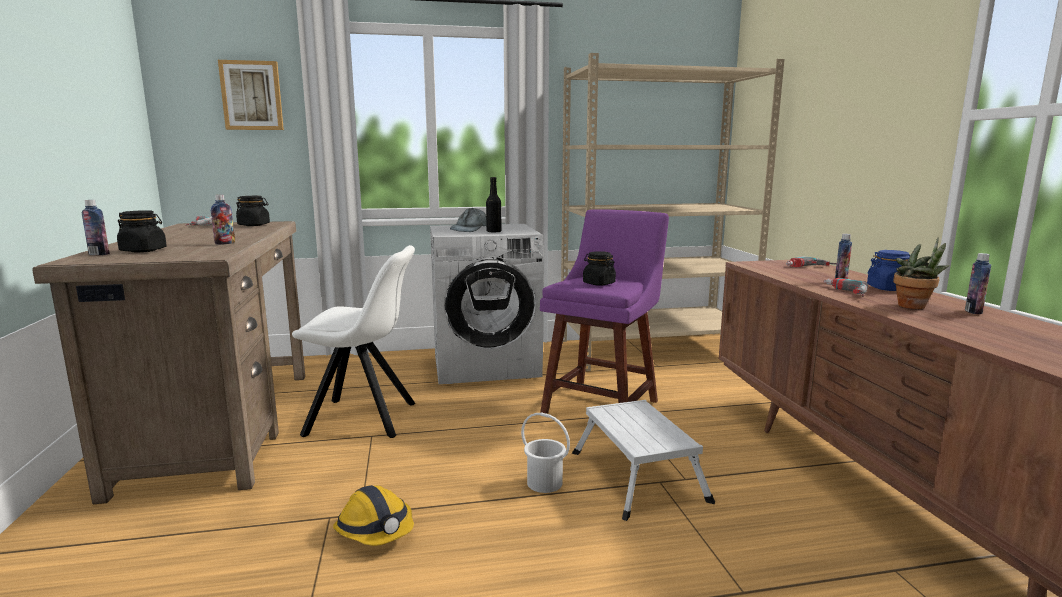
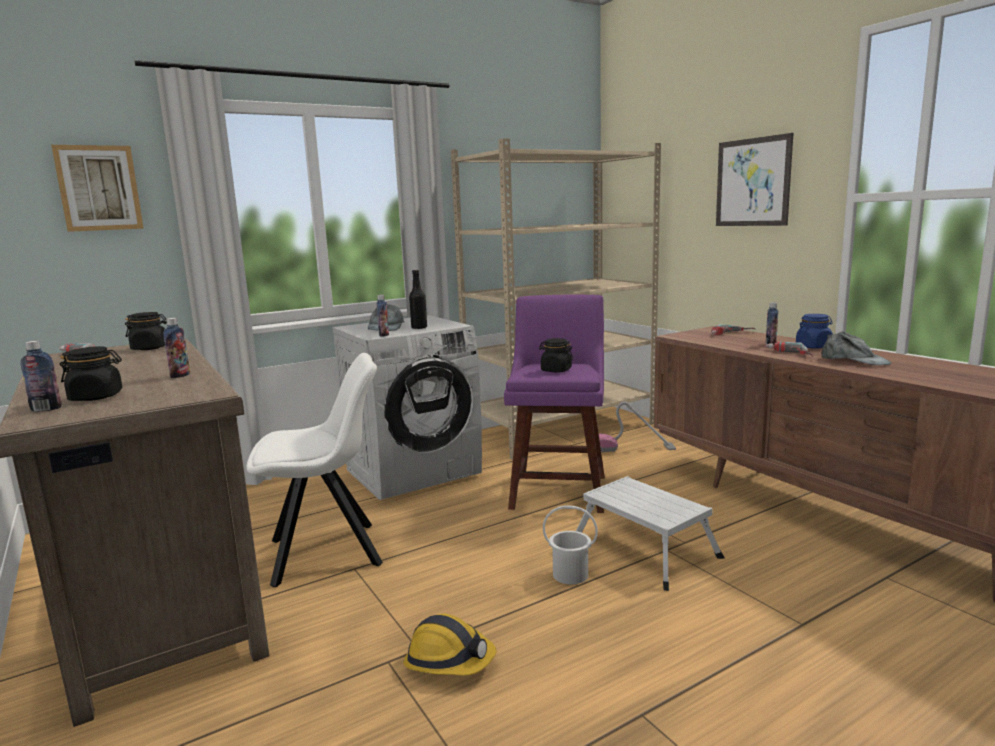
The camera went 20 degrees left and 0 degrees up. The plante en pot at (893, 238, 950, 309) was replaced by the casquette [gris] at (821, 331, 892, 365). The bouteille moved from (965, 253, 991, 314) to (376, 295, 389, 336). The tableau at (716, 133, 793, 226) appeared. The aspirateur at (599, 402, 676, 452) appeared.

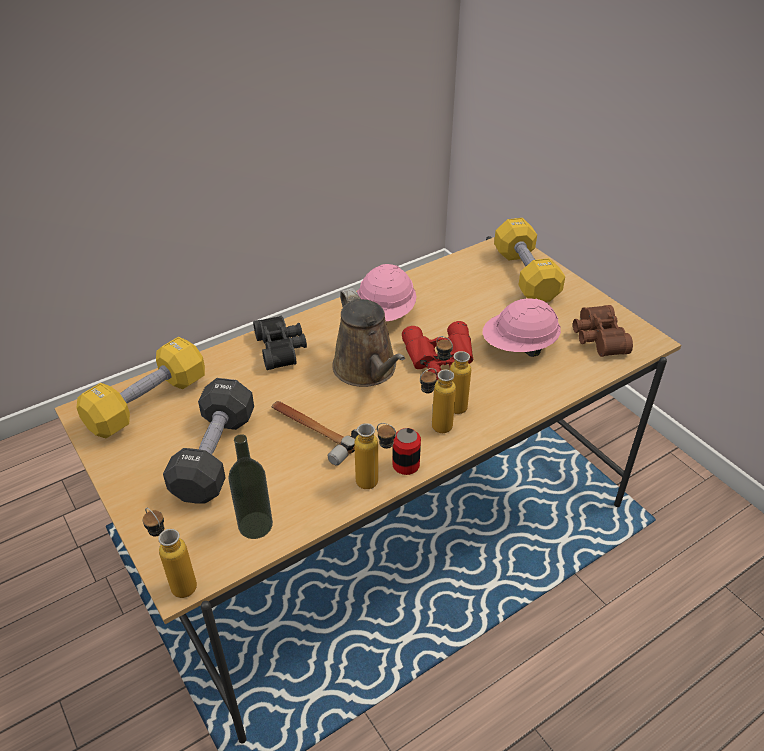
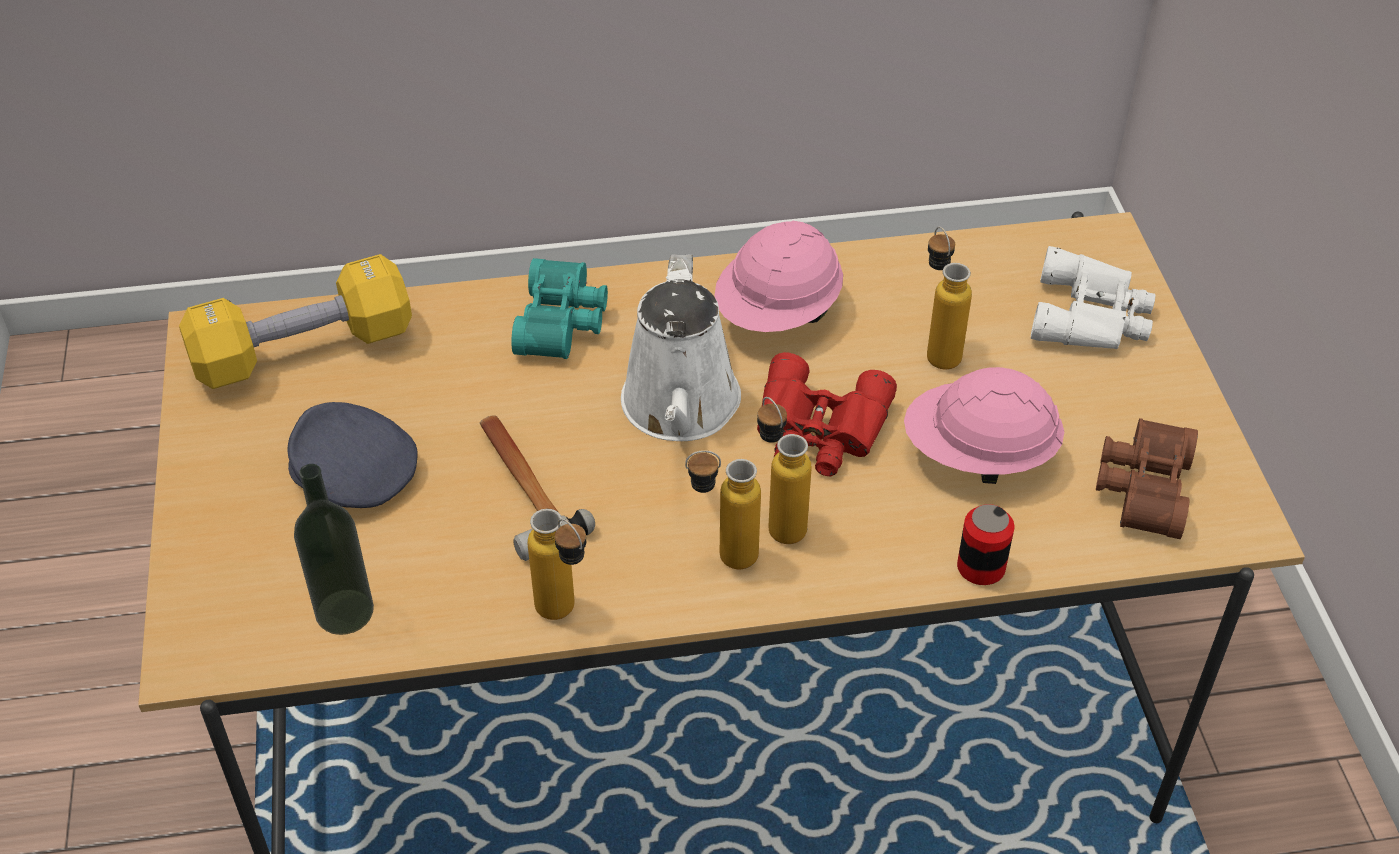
The camera went 25 degrees right and 5 degrees up. The haltère [jaune] at (494, 218, 565, 302) was replaced by the jumelles [blanc] at (1031, 246, 1156, 349). The arrosoir [marron] at (332, 288, 405, 387) became the arrosoir [blanc] at (621, 254, 741, 441). The jumelles [noir] at (253, 316, 307, 370) became the jumelles [turquoise] at (511, 258, 608, 359). The haltère [noir] at (163, 378, 254, 504) was replaced by the casquette [gris] at (288, 402, 417, 508). The boîte métallique moved from (393, 428, 421, 475) to (957, 504, 1014, 585). The bouteille moved from (143, 508, 197, 598) to (927, 227, 972, 369).

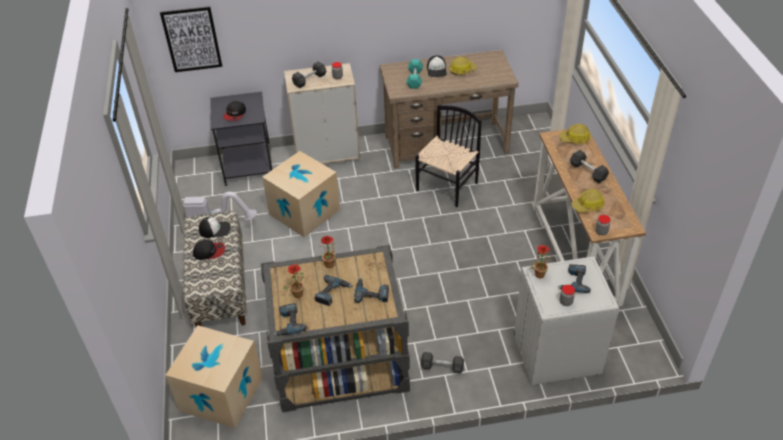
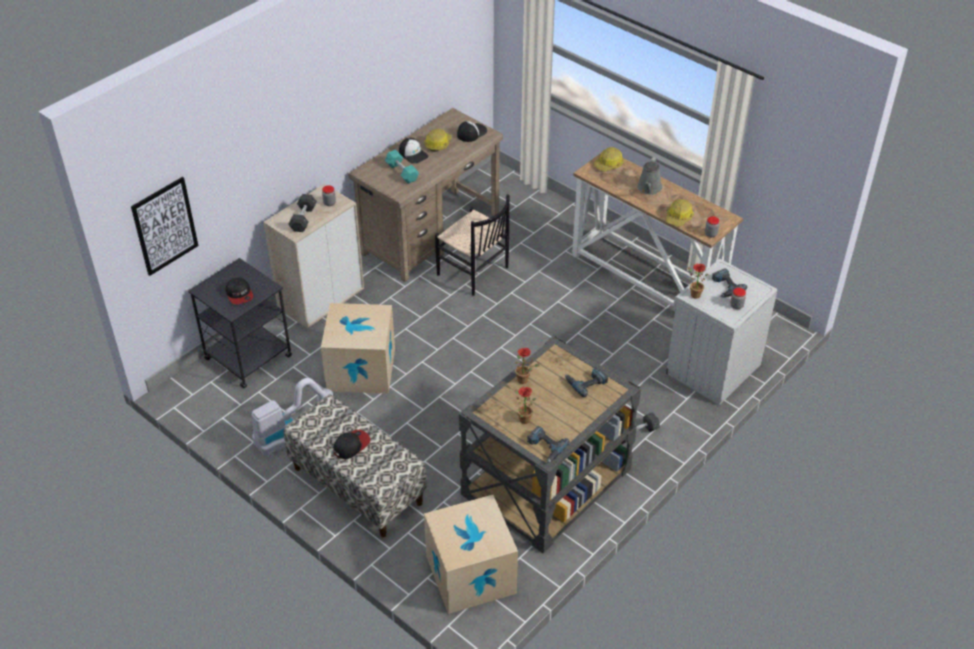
The camera went 40 degrees left and 0 degrees up. The chaise [noir] at (415, 104, 482, 207) turned 135 degrees clockwise. The haltère [gris] at (570, 150, 609, 183) was replaced by the arrosoir [gris] at (637, 157, 662, 195). The casquette moved from (199, 217, 231, 238) to (457, 121, 487, 142). The perceuse at (315, 275, 353, 306) disappeared.

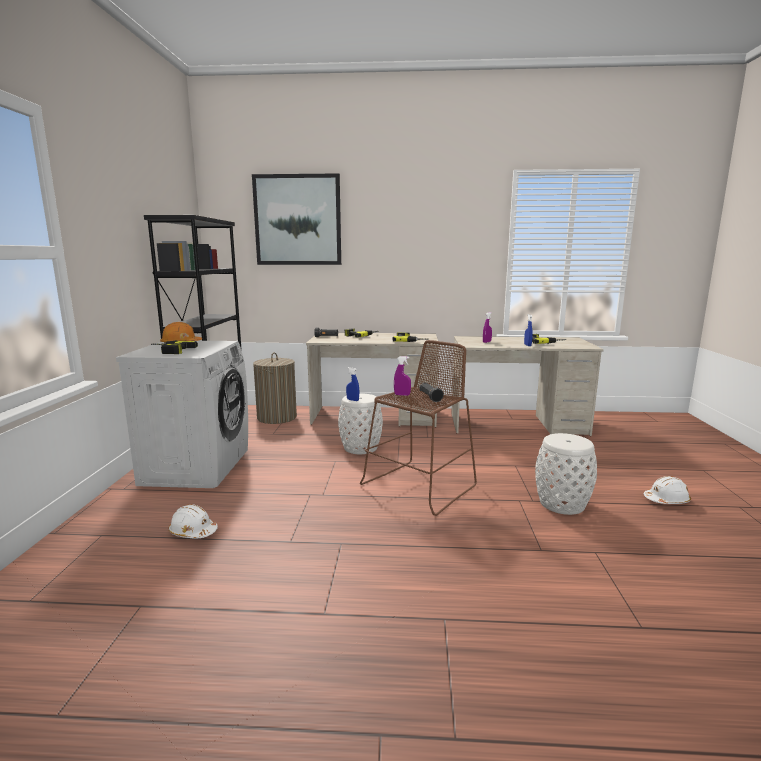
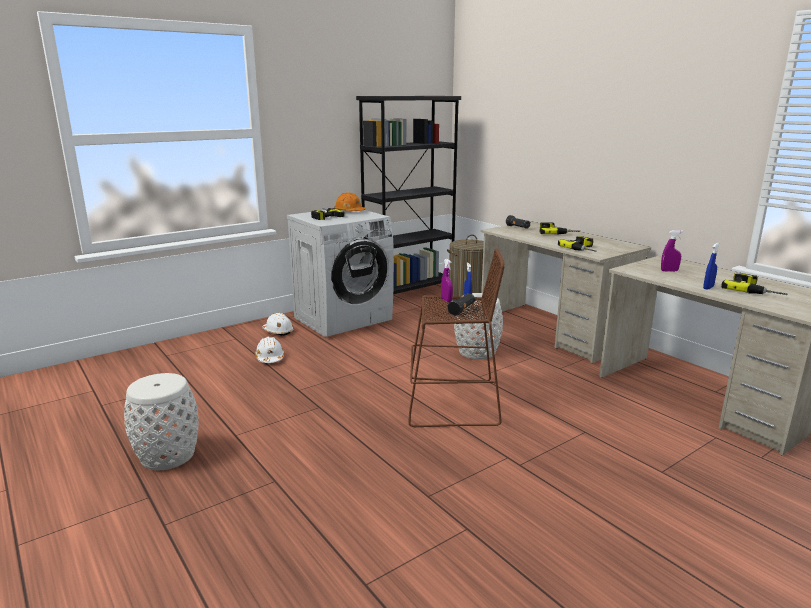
The camera went 50 degrees right and 5 degrees up. The tableau at (252, 173, 341, 265) disappeared. The tabouret [blanc] moved from (535, 433, 597, 515) to (124, 373, 199, 470). The casque de chantier [blanc] moved from (644, 476, 691, 504) to (262, 313, 294, 336).

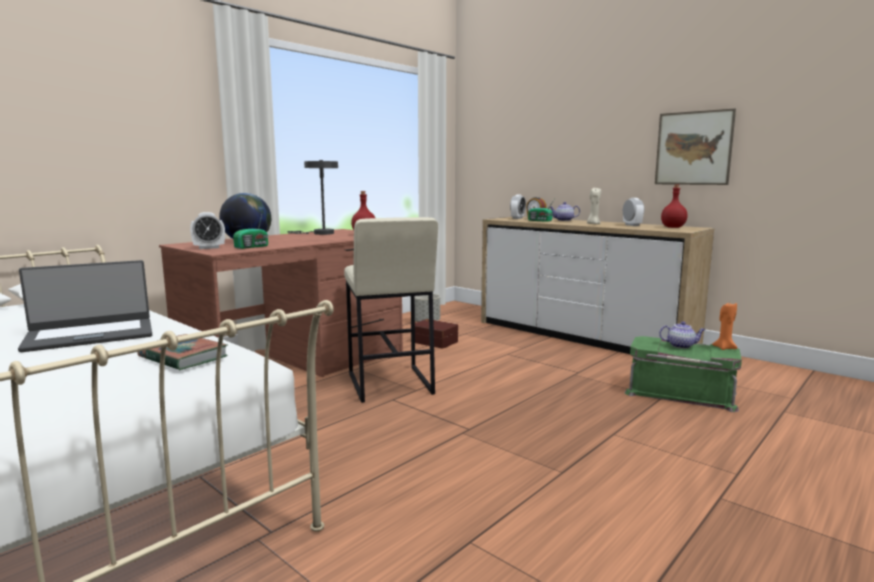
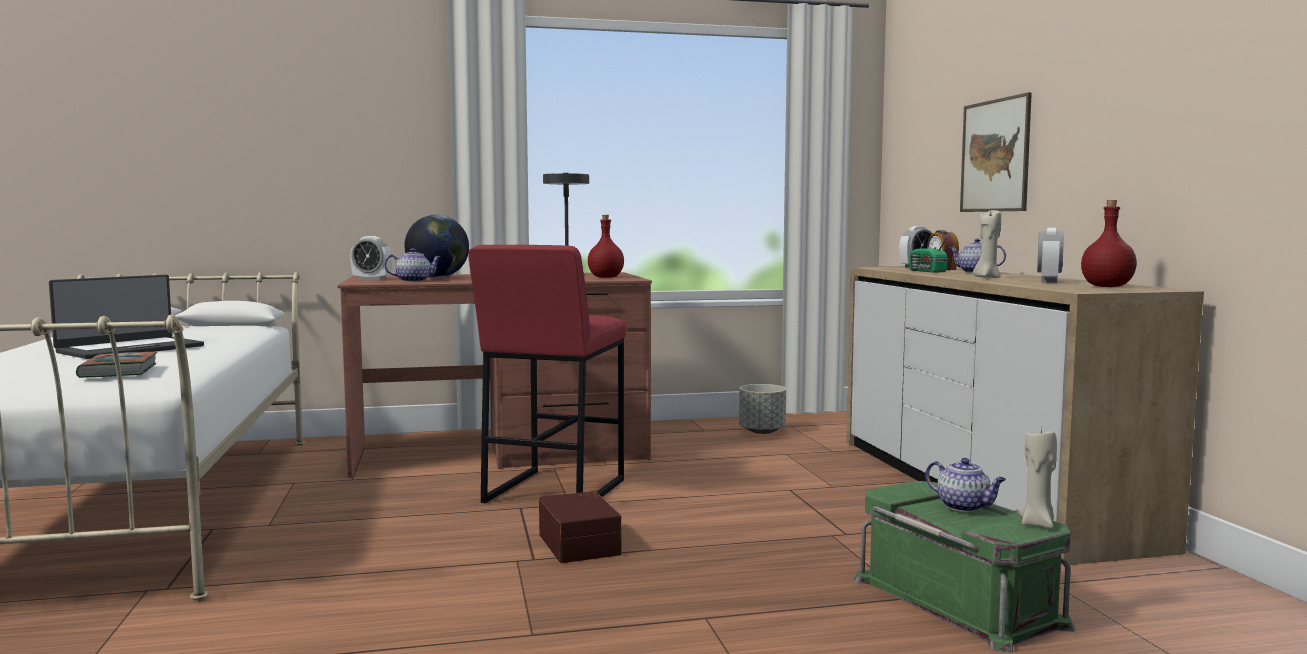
The camera went 35 degrees right and 5 degrees down. The tableau moved from (655, 108, 736, 185) to (960, 92, 1032, 212). The radio at (233, 215, 268, 249) was replaced by the théière at (384, 248, 441, 282). The tabouret [beige] at (344, 217, 438, 403) became the tabouret [rouge] at (468, 245, 626, 503). The ordinateur portable at (18, 260, 152, 352) turned 60 degrees counterclockwise. The bougie [orange] at (712, 303, 737, 350) became the bougie [beige] at (1019, 427, 1057, 529). The boîte de rangement [marron] moved from (415, 319, 458, 349) to (539, 491, 621, 563).

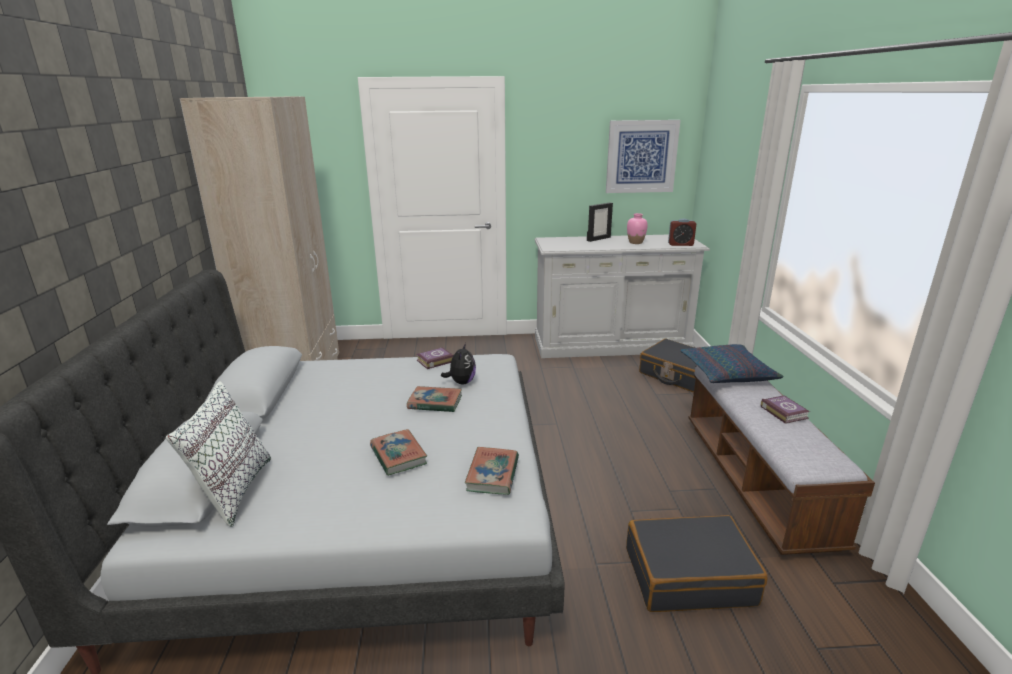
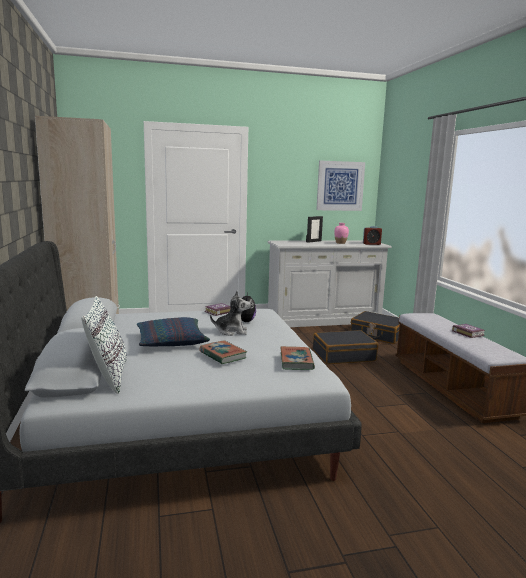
The camera went 10 degrees left and 10 degrees down. The coussin [bleu] moved from (680, 344, 783, 383) to (137, 317, 210, 346). The livre at (407, 386, 462, 412) was replaced by the peluche at (210, 291, 251, 336). The valise [noir] moved from (626, 515, 768, 612) to (313, 330, 378, 364).

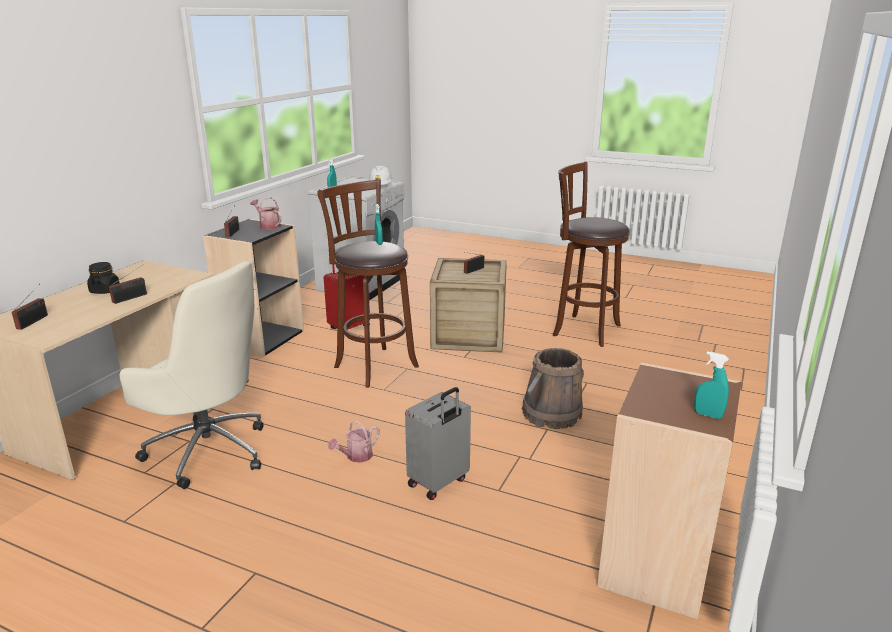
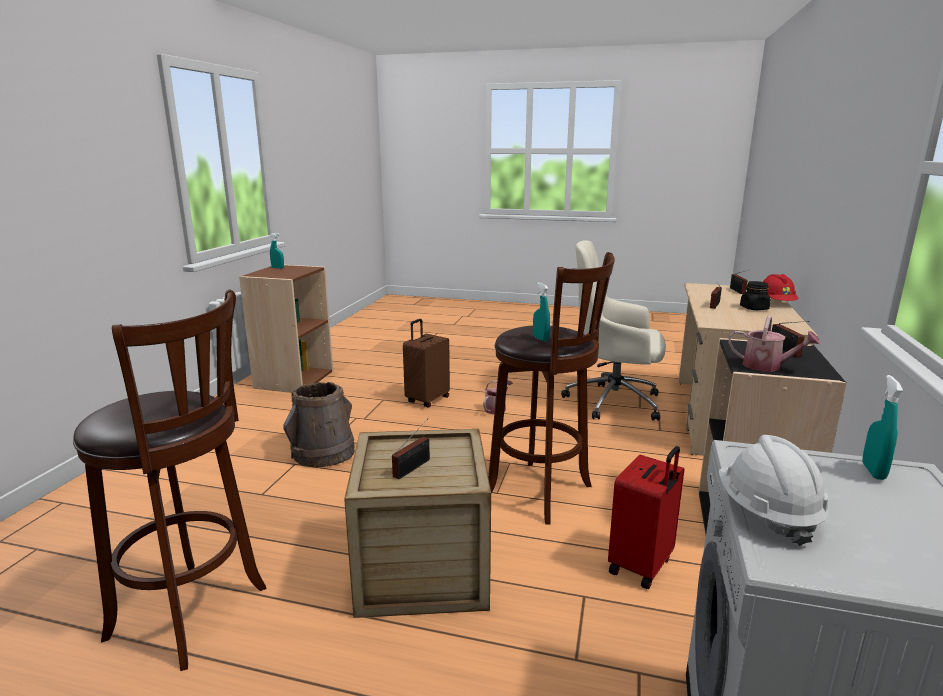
The camera went 170 degrees right and 5 degrees down. The valise [gris] at (405, 387, 471, 500) became the valise [marron] at (403, 319, 450, 407). The casque de chantier [rouge] at (763, 274, 799, 301) appeared.

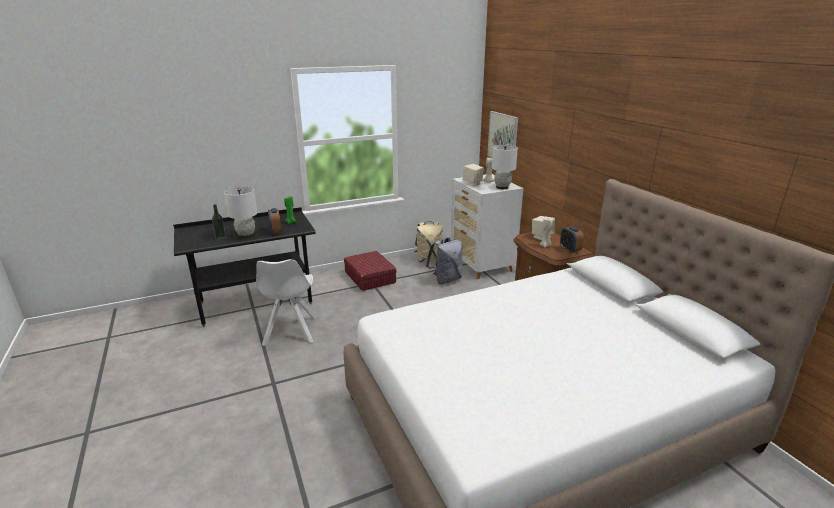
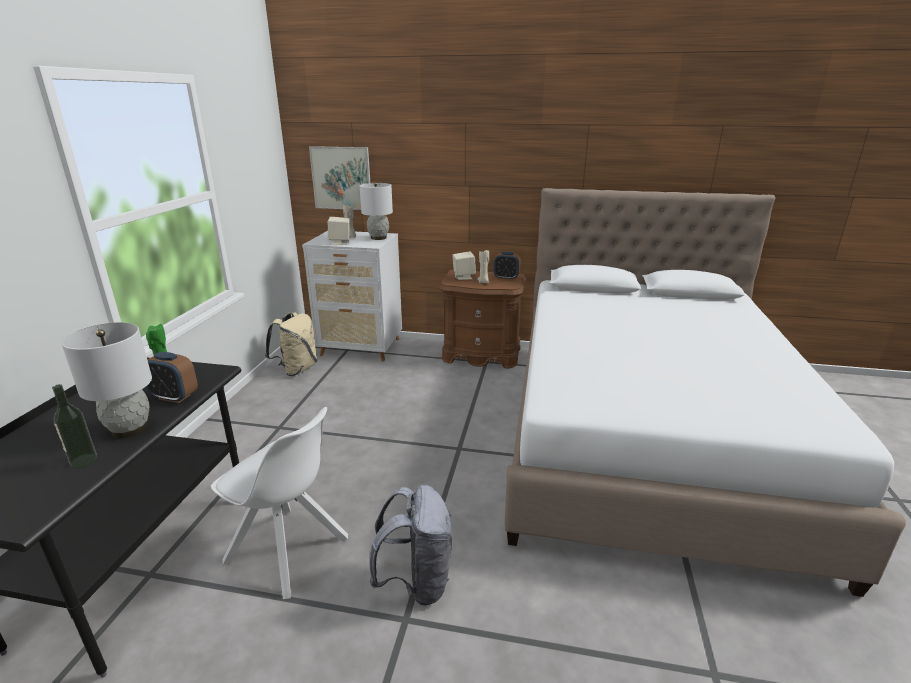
The camera went 55 degrees left and 0 degrees up. The sac à dos [gris] moved from (426, 237, 462, 284) to (369, 485, 452, 606). The valise [rouge] at (344, 251, 397, 291) disappeared.

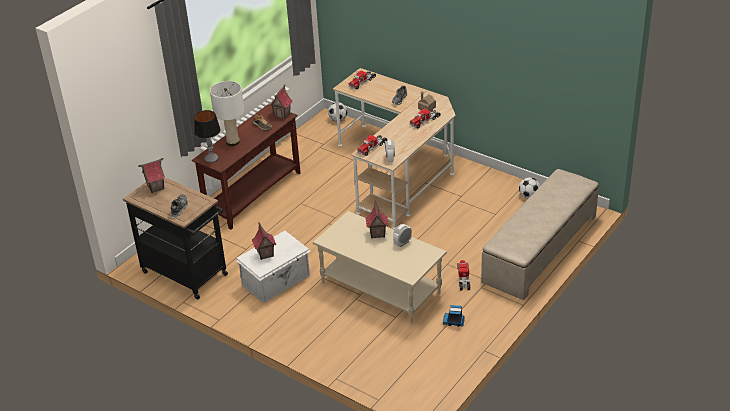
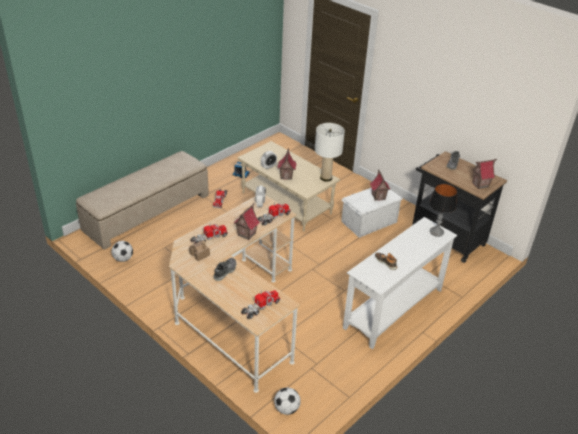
The camera went 175 degrees left and 0 degrees up. The lampe de table [blanc] moved from (210, 81, 244, 146) to (315, 123, 345, 182). The maison miniature moved from (270, 85, 293, 119) to (234, 203, 260, 240). The table console [marron] at (192, 104, 301, 230) became the table console [blanc] at (343, 217, 457, 349).

